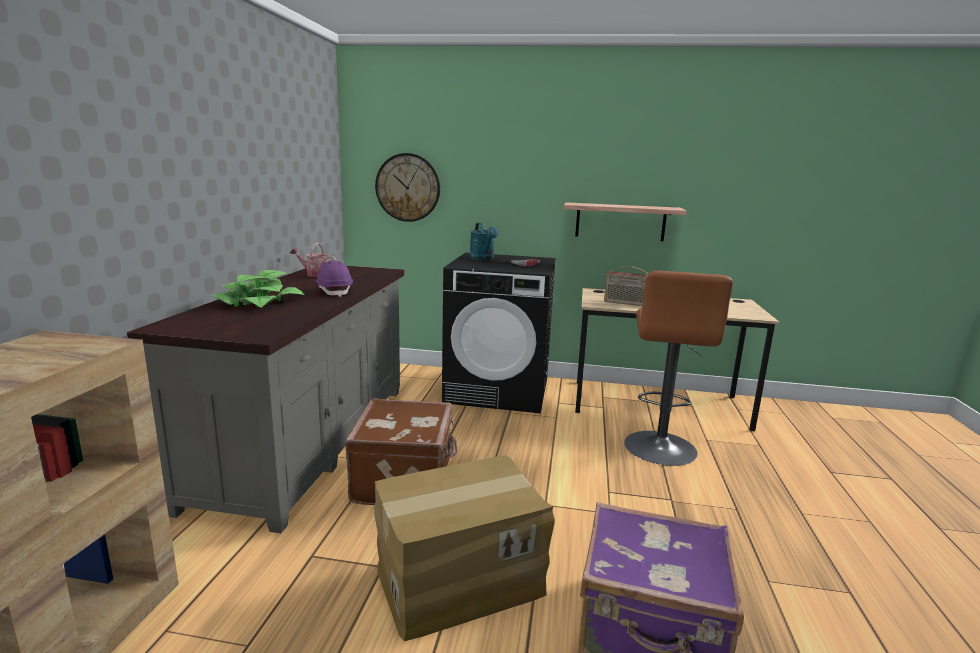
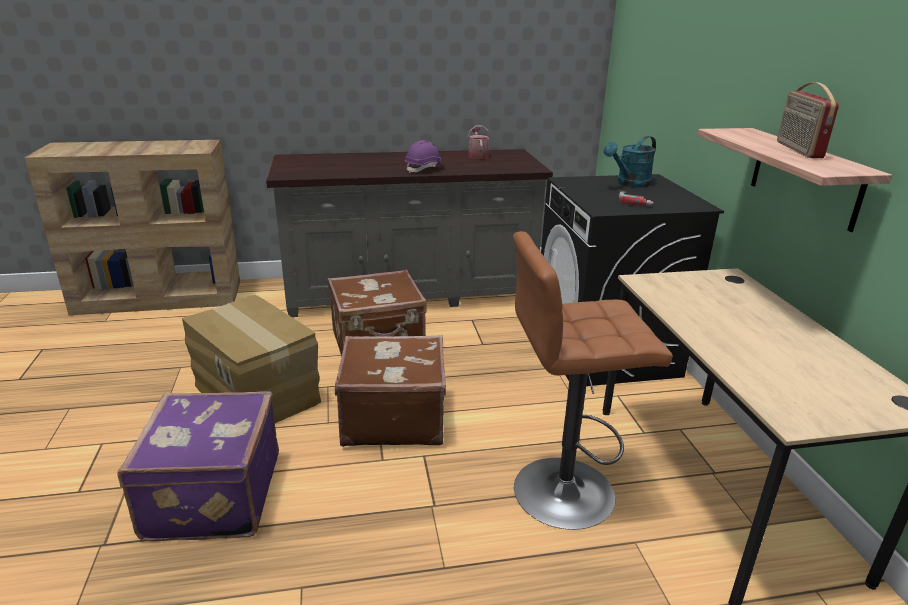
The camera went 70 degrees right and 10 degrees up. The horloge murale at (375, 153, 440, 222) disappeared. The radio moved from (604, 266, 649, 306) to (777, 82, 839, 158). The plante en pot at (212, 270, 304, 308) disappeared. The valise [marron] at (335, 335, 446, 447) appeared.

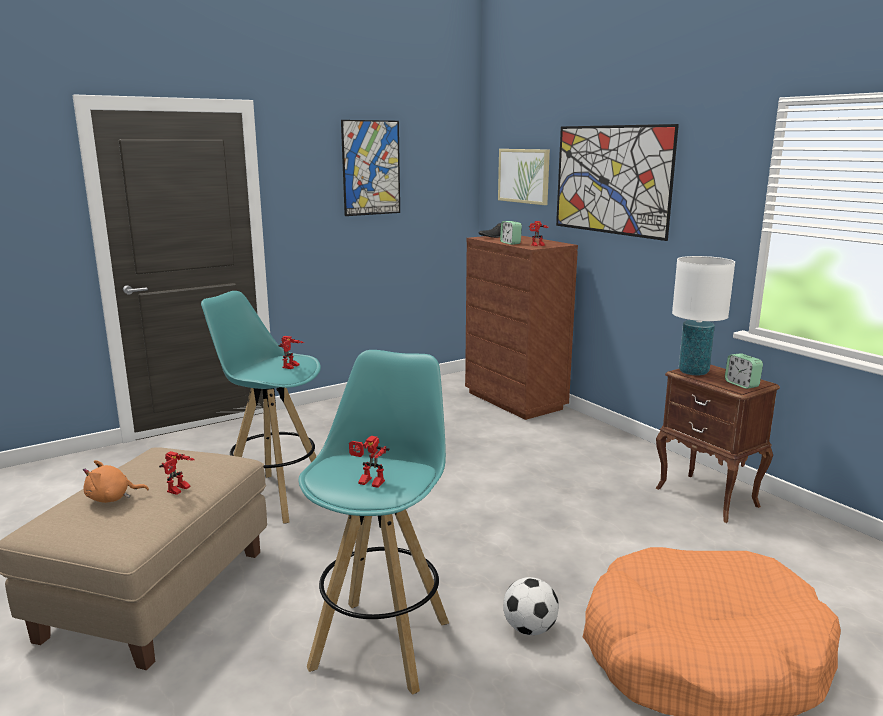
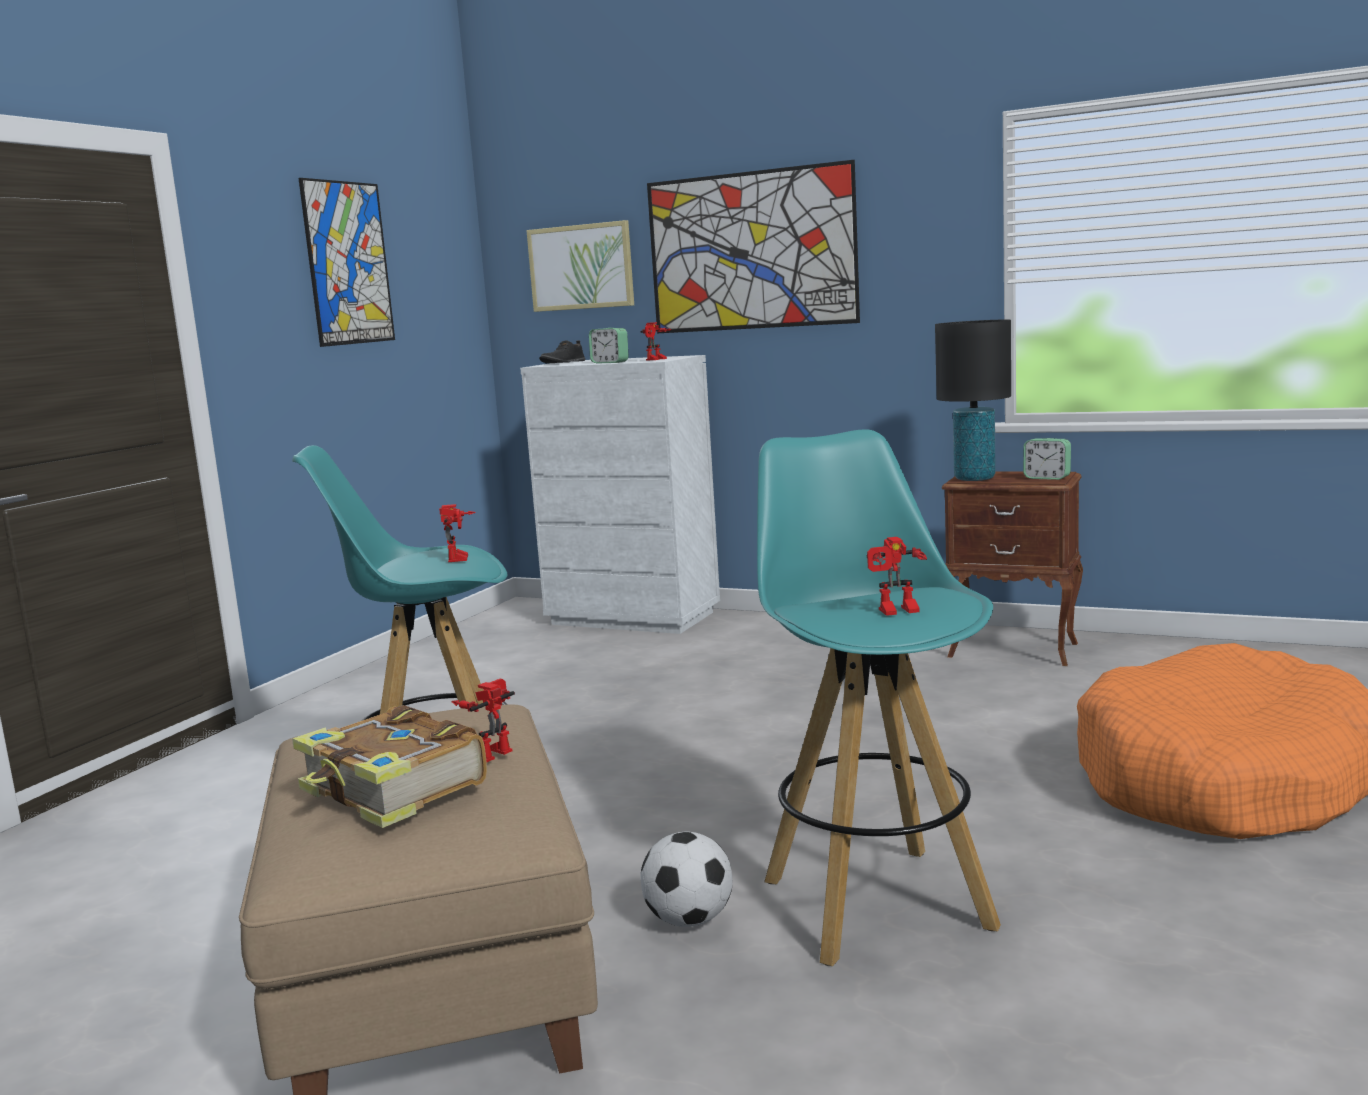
The camera went 30 degrees left and 5 degrees down. The commode [marron] at (465, 236, 578, 420) became the commode [blanc] at (520, 355, 720, 634). The lampe de table [blanc] at (672, 256, 735, 375) became the lampe de table [noir] at (935, 319, 1011, 481). The robot jouet at (159, 451, 195, 495) turned 135 degrees counterclockwise. The peluche [orange] at (83, 460, 149, 503) was replaced by the livre at (292, 705, 487, 828). The ballon de foot moved from (503, 577, 559, 635) to (640, 832, 733, 927).

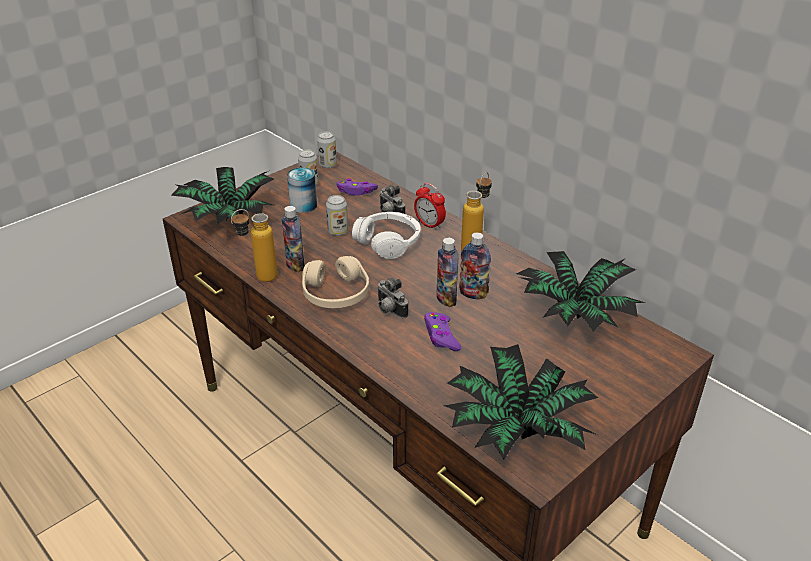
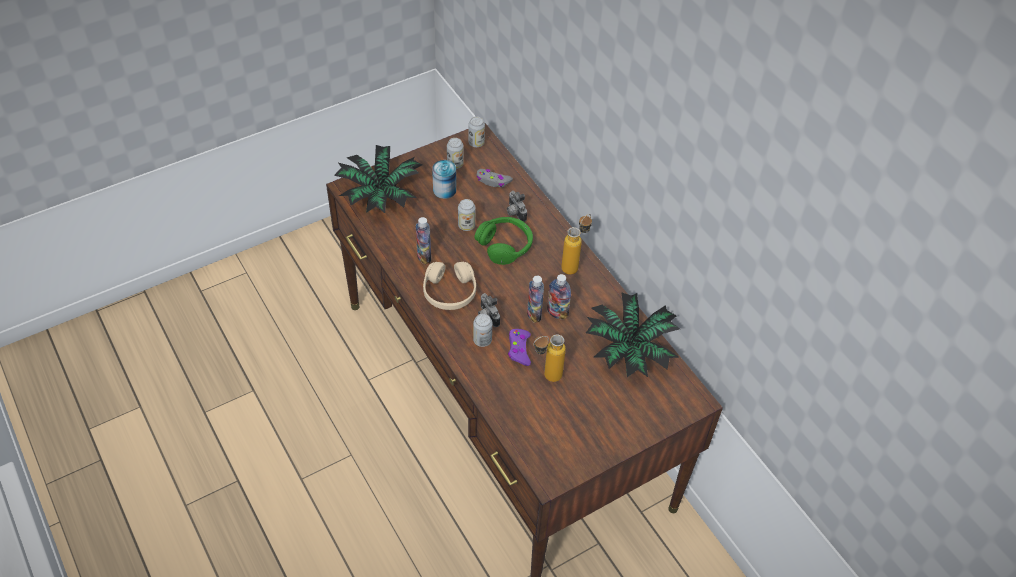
The camera went 10 degrees right and 15 degrees up. The manette [violet] at (337, 178, 378, 196) became the manette [gris] at (477, 169, 513, 187). The réveil at (414, 183, 446, 231) disappeared. The bouteille moved from (231, 209, 278, 282) to (534, 334, 566, 382). The casque audio [blanc] at (352, 212, 421, 259) became the casque audio [vert] at (474, 217, 533, 265). The plante en pot at (444, 344, 598, 459) disappeared. The boîte métallique at (473, 314, 493, 347) appeared.

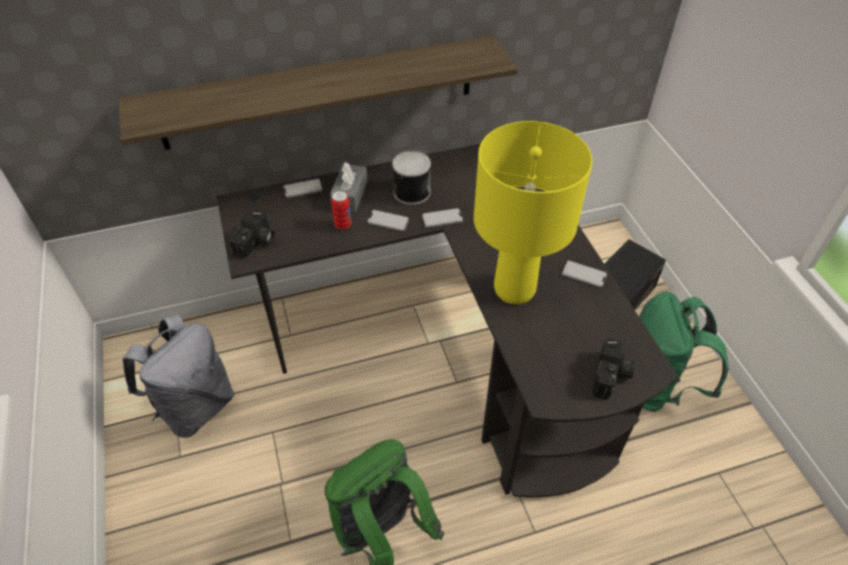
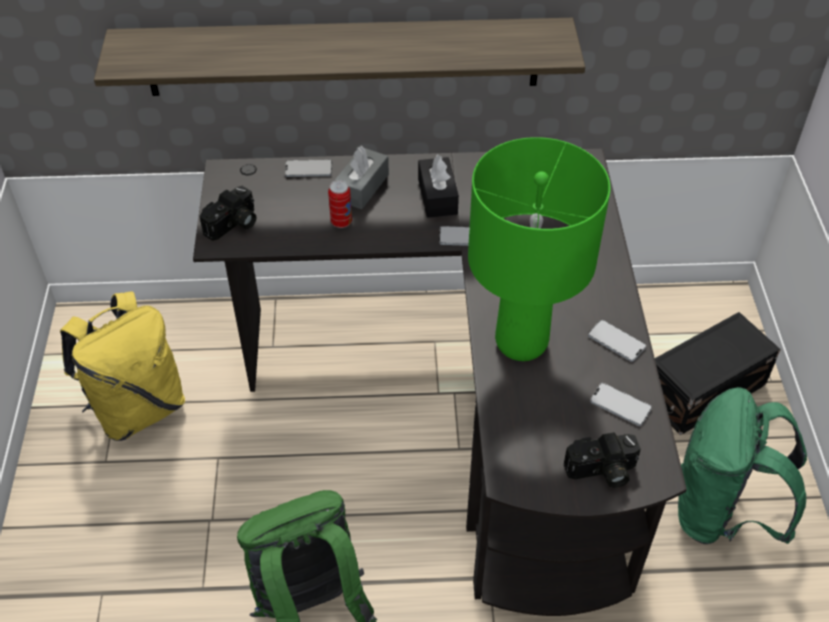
The camera went 15 degrees right and 0 degrees up. The lampe de table [jaune] at (474, 121, 592, 305) became the lampe de table [vert] at (468, 137, 611, 361). The boîte métallique at (392, 151, 431, 205) was replaced by the boîte à mouchoirs [noir] at (418, 154, 459, 218). The téléphone moved from (367, 210, 409, 231) to (590, 383, 652, 426). The sac à dos [gris] at (122, 314, 234, 438) became the sac à dos [jaune] at (60, 291, 185, 441). The appareil photo at (593, 338, 636, 400) turned 45 degrees clockwise.

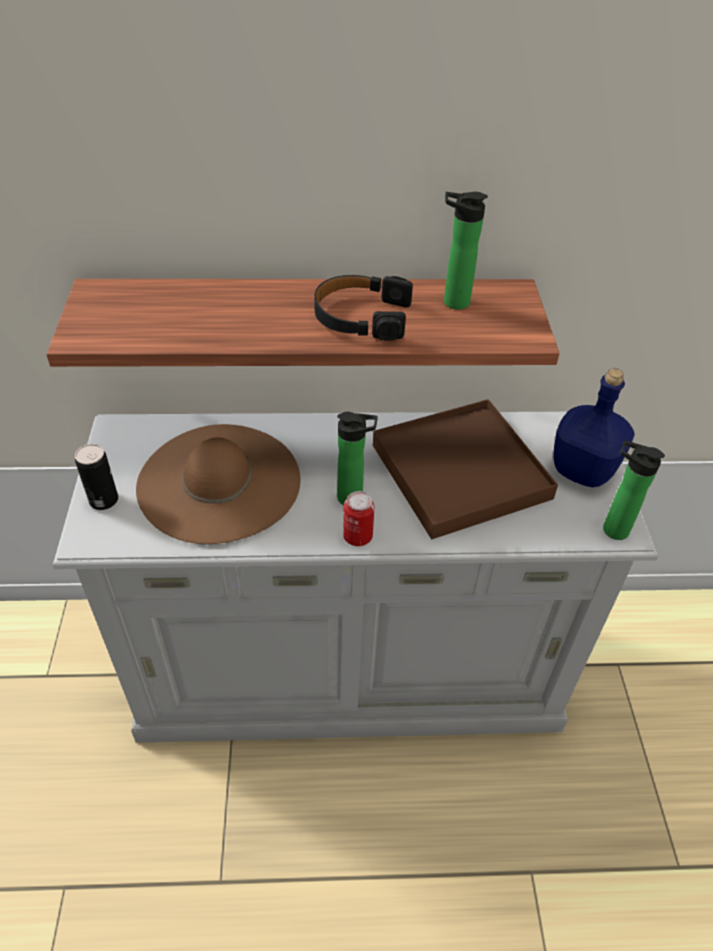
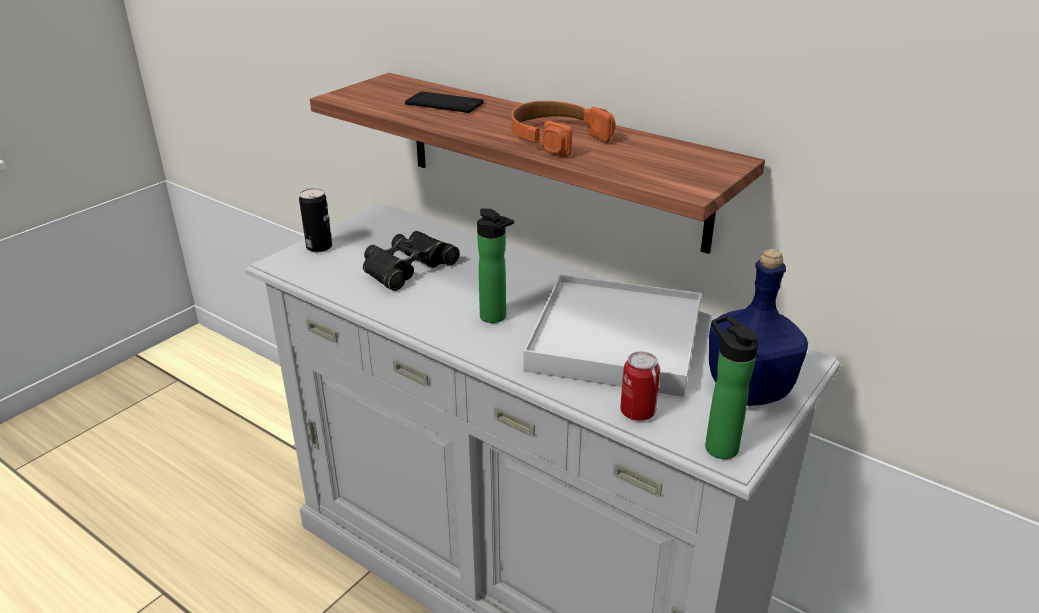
The camera went 40 degrees right and 15 degrees down. The bouteille at (444, 192, 488, 310) disappeared. The casque audio [noir] at (314, 275, 413, 341) became the casque audio [orange] at (511, 101, 615, 156). The plateau [marron] at (373, 399, 558, 539) became the plateau [blanc] at (523, 274, 701, 397). The chapeau [marron] at (136, 424, 300, 544) was replaced by the jumelles [noir] at (363, 231, 460, 291). The boîte métallique moved from (343, 491, 374, 546) to (620, 351, 660, 421). The téléphone at (405, 92, 484, 113) appeared.

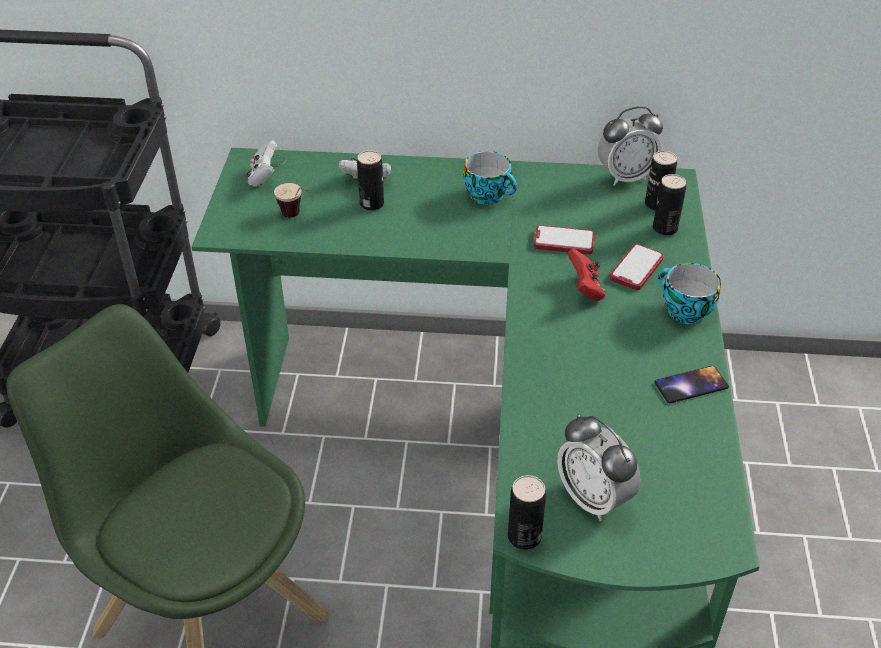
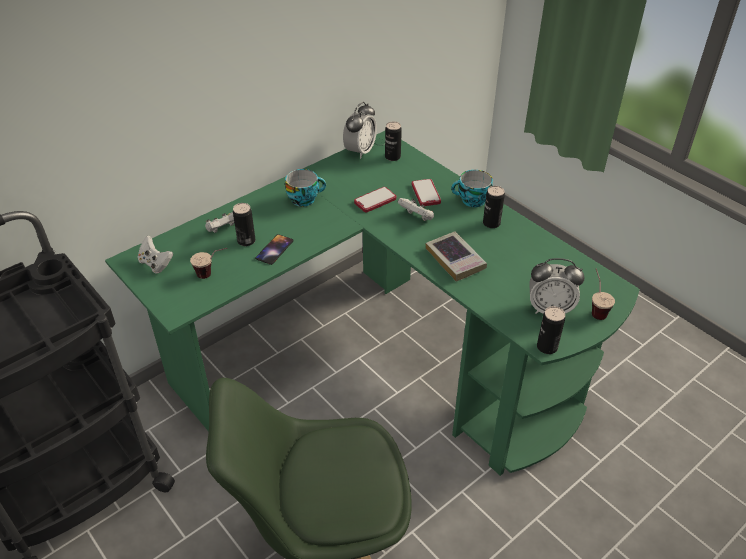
The camera went 45 degrees left and 0 degrees up. The boîte métallique moved from (653, 174, 686, 236) to (483, 186, 505, 228). The manette [rouge] at (567, 249, 606, 301) became the manette [blanc] at (397, 198, 434, 221). The téléphone moved from (654, 366, 729, 403) to (255, 234, 294, 265). The livre at (426, 232, 487, 282) appeared. The tasse at (592, 269, 615, 320) appeared.

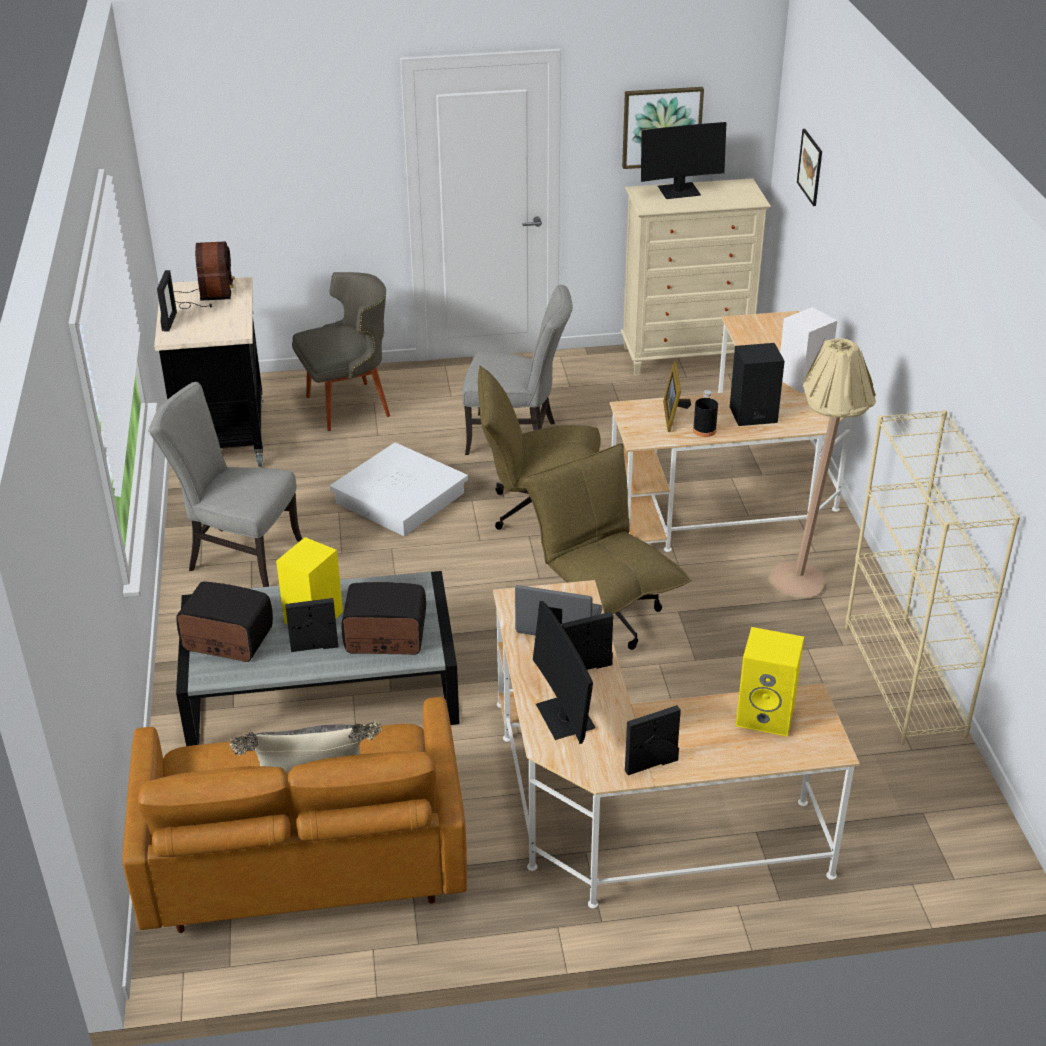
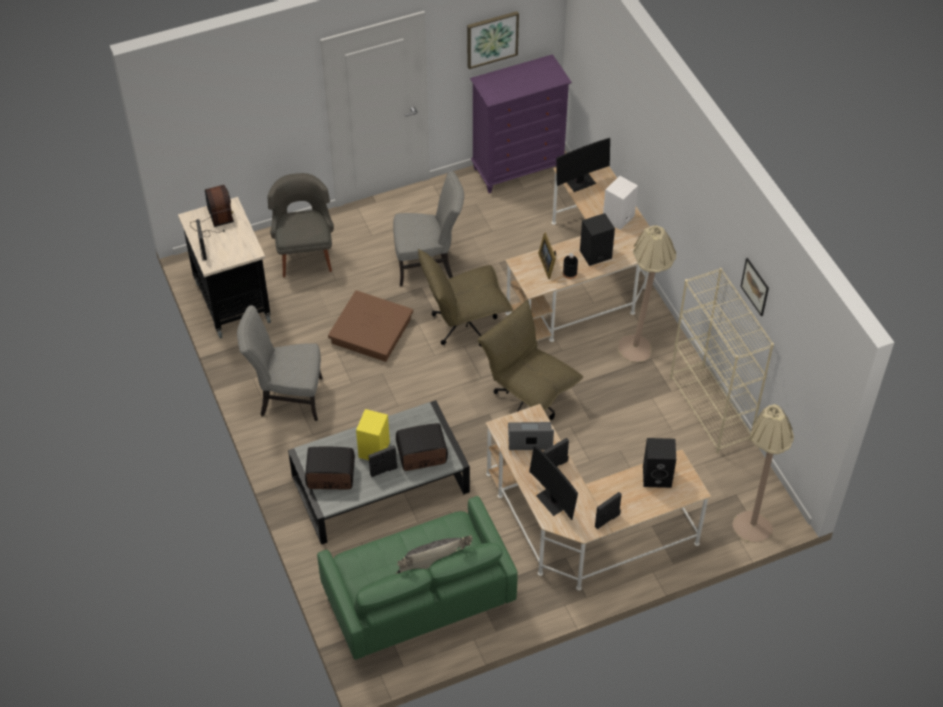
The camera went 15 degrees left and 15 degrees up. The écran d'ordinateur moved from (641, 122, 726, 199) to (556, 138, 610, 192). The tableau moved from (797, 129, 822, 206) to (740, 258, 769, 316). The commode [beige] at (621, 178, 771, 375) became the commode [violet] at (470, 54, 572, 193). The chaise [gris] at (292, 272, 390, 431) turned 60 degrees counterclockwise. The boîte de rangement [blanc] at (330, 442, 468, 536) became the boîte de rangement [marron] at (328, 290, 413, 362). The enceinte [jaune] at (736, 627, 804, 737) became the enceinte [noir] at (643, 438, 676, 488). The canapé [marron] at (122, 697, 467, 933) became the canapé [vert] at (317, 496, 518, 660). The lampadaire [beige] at (732, 404, 794, 543) appeared.

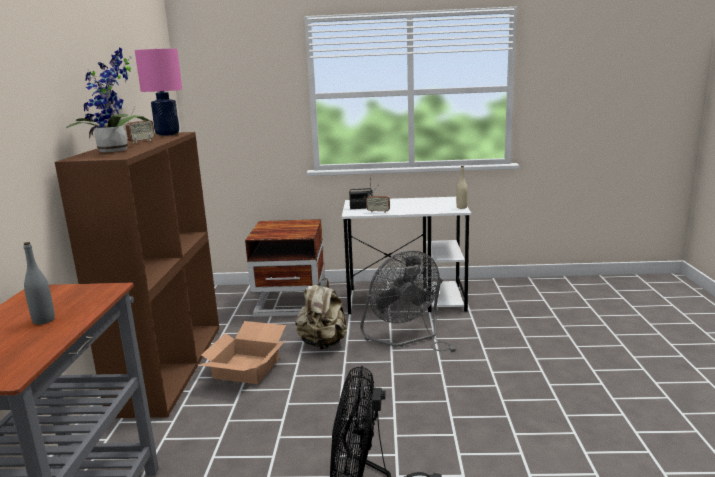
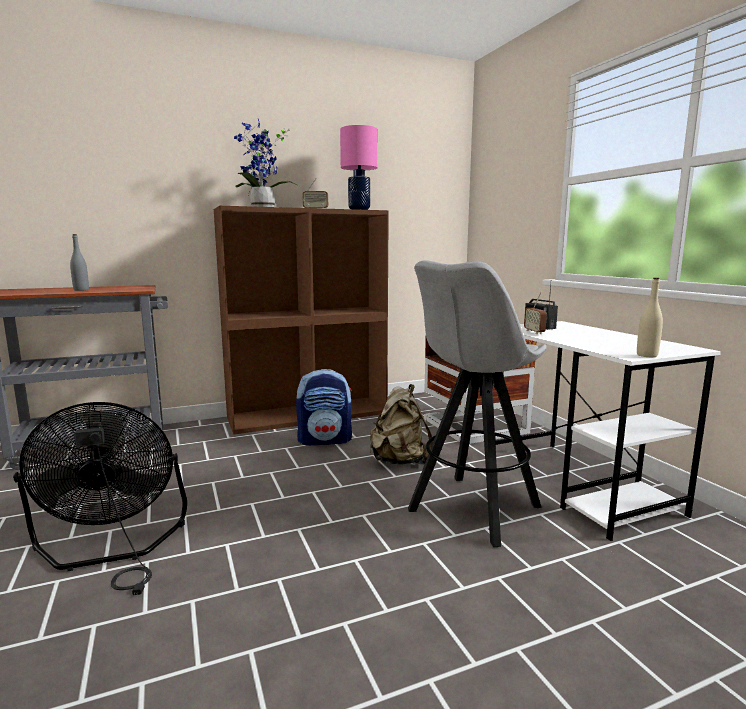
The camera went 65 degrees right and 5 degrees down. The ventilateur [gris] at (360, 251, 456, 352) was replaced by the tabouret [gris] at (408, 260, 547, 547). The carton at (198, 321, 286, 384) was replaced by the sac à dos at (296, 369, 352, 445).

